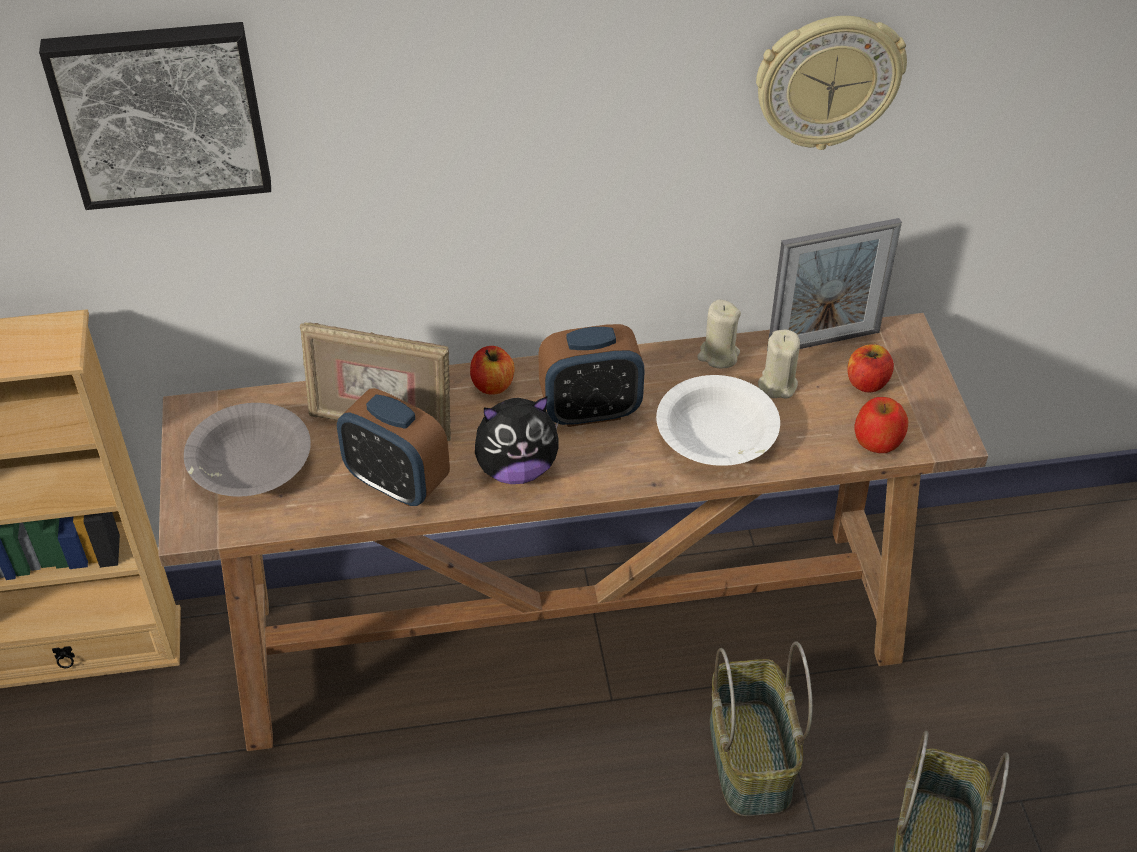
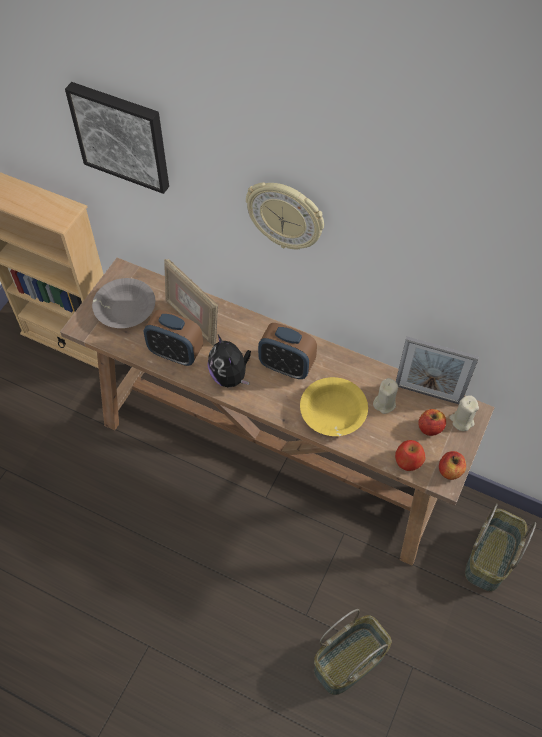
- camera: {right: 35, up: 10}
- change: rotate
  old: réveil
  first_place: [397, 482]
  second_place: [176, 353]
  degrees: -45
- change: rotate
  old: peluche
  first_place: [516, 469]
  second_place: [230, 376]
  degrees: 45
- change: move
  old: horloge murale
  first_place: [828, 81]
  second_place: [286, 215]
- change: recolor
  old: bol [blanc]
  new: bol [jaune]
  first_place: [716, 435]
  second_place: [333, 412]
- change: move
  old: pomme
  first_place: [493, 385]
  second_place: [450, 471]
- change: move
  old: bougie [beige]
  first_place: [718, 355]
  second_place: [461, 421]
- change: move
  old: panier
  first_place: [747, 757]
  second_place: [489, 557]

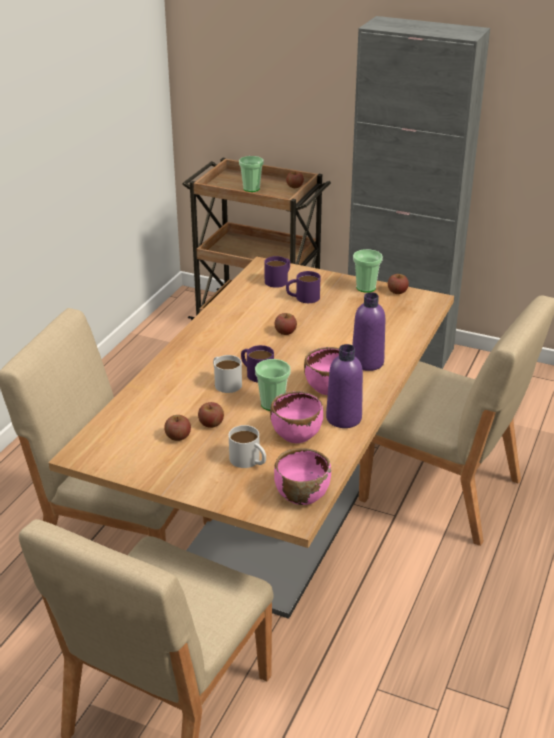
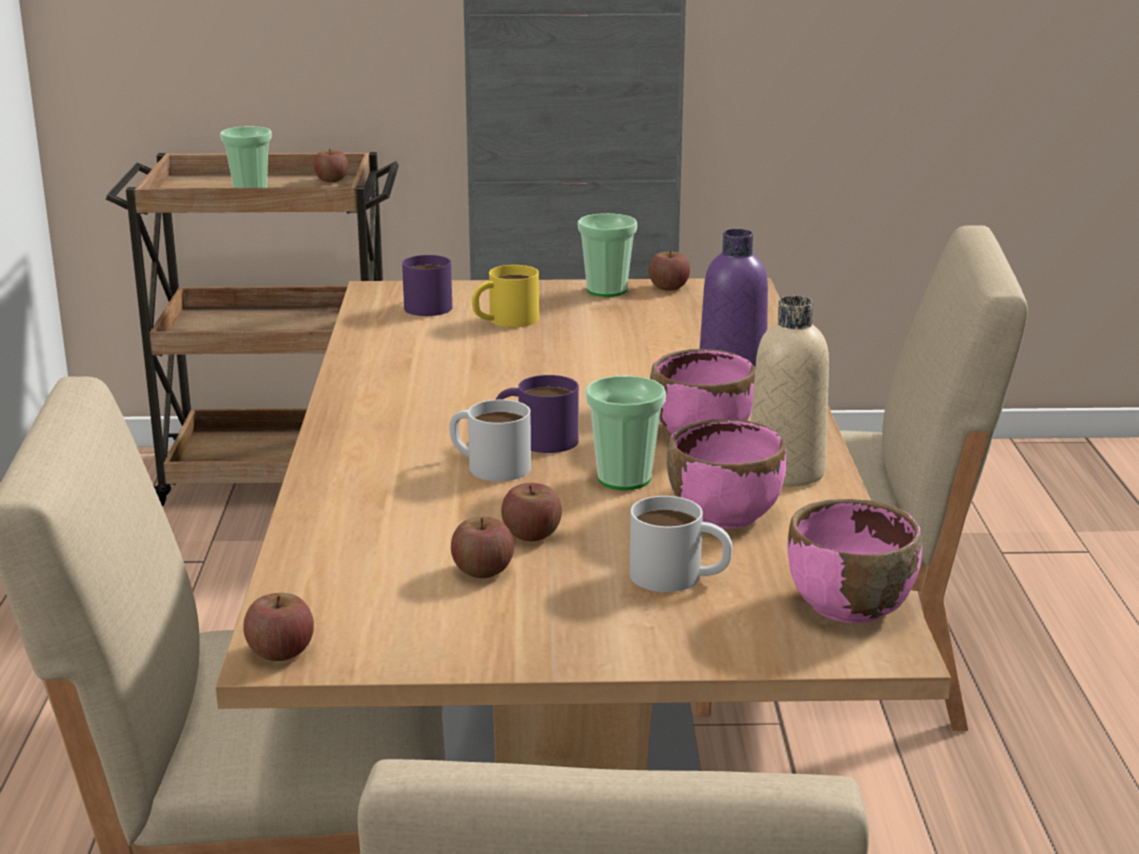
- camera: {right: -25, up: -10}
- change: move
  old: pomme
  first_place: [285, 332]
  second_place: [280, 652]
- change: recolor
  old: mug [violet]
  new: mug [jaune]
  first_place: [302, 297]
  second_place: [504, 320]
- change: recolor
  old: bouteille [violet]
  new: bouteille [beige]
  first_place: [343, 418]
  second_place: [786, 472]

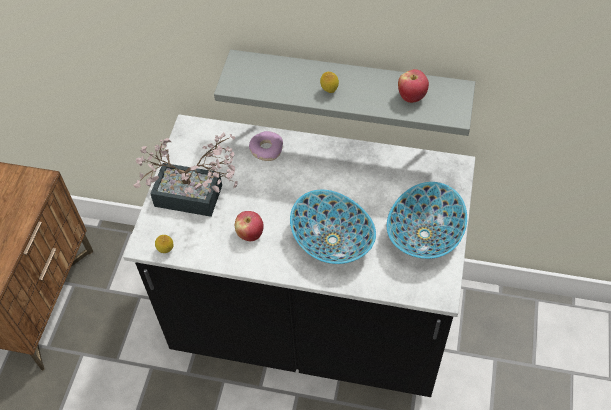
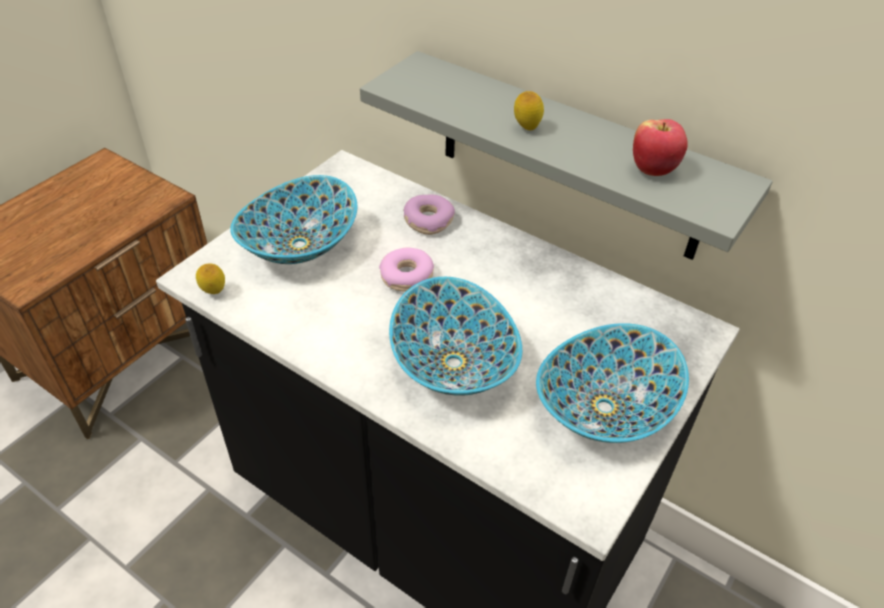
- camera: {right: 20, up: -10}
- change: replace
  old: plante en pot
  new: bol
  first_place: [196, 198]
  second_place: [298, 245]
- change: insert
  new: beignet
  second_place: [407, 277]
- change: delete
  old: pomme
  first_place: [250, 234]

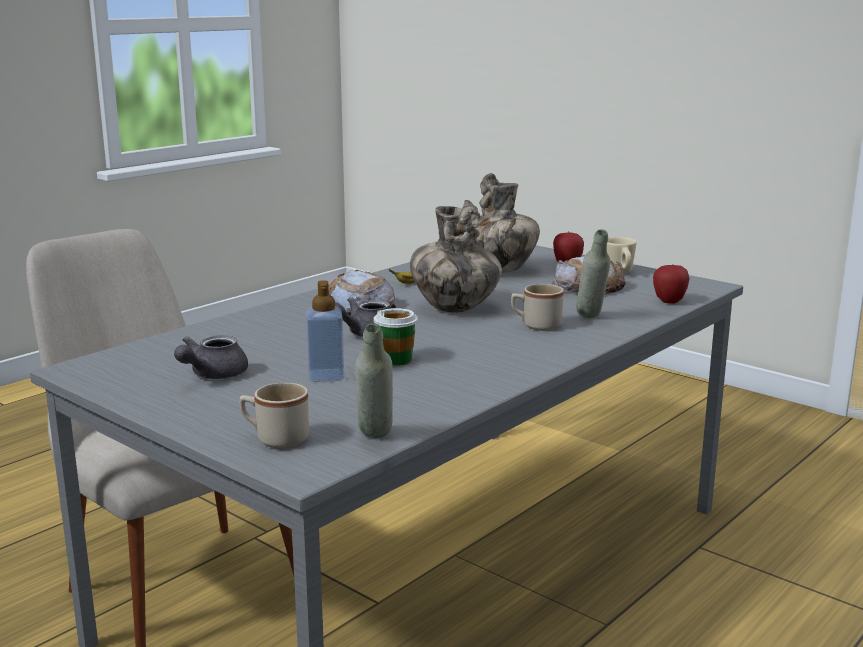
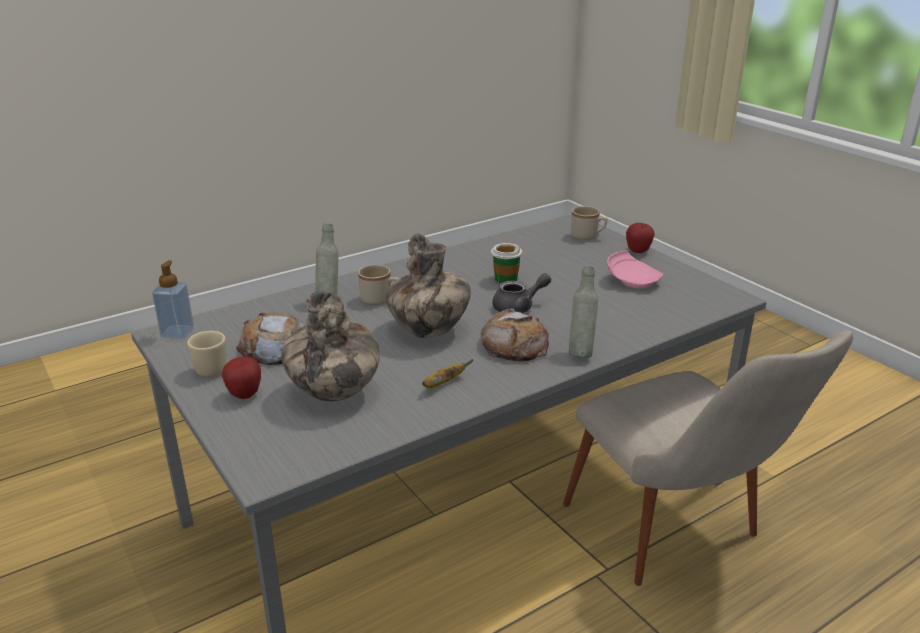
- camera: {right: -165, up: 10}
- change: move
  old: distributeur de savon
  first_place: [326, 376]
  second_place: [177, 332]
- change: move
  old: bouteille [gris]
  first_place: [375, 440]
  second_place: [580, 352]
- change: replace
  old: théière [gris]
  new: assiette [rose]
  first_place: [212, 375]
  second_place: [632, 280]
- change: move
  old: pomme
  first_place: [669, 301]
  second_place: [638, 251]

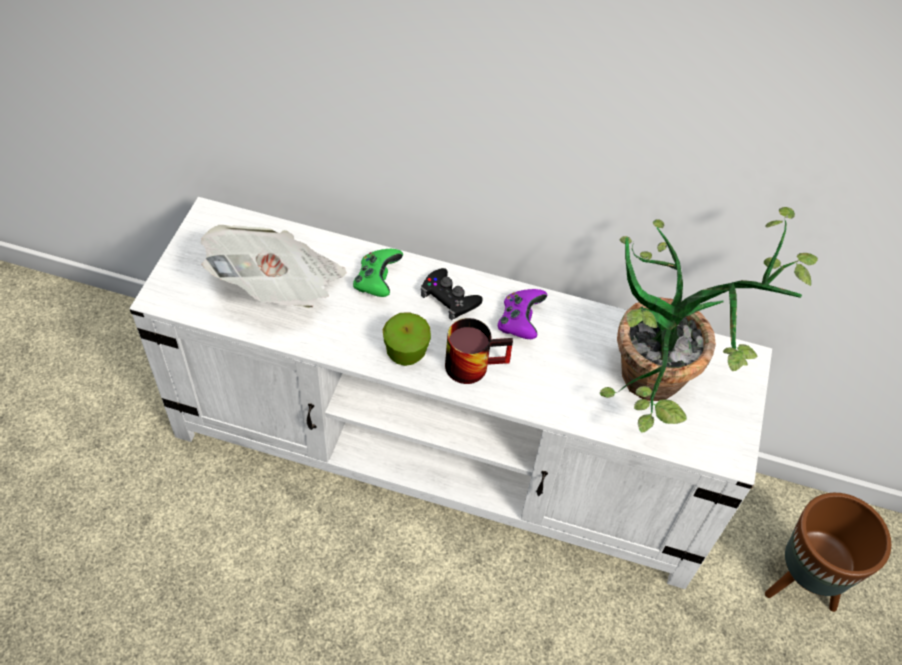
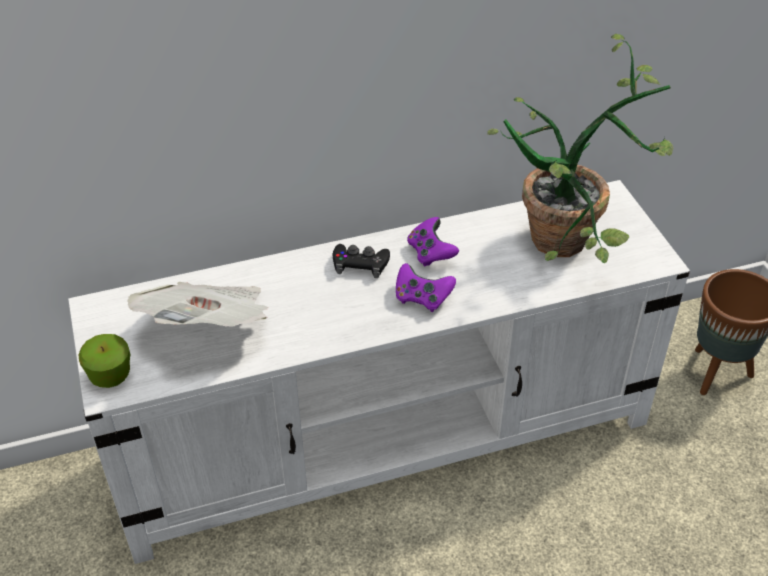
- camera: {right: -30, up: -10}
- change: move
  old: pomme
  first_place: [406, 351]
  second_place: [110, 375]
- change: replace
  old: mug
  new: manette [violet]
  first_place: [473, 362]
  second_place: [422, 298]
- change: delete
  old: manette [vert]
  first_place: [377, 281]

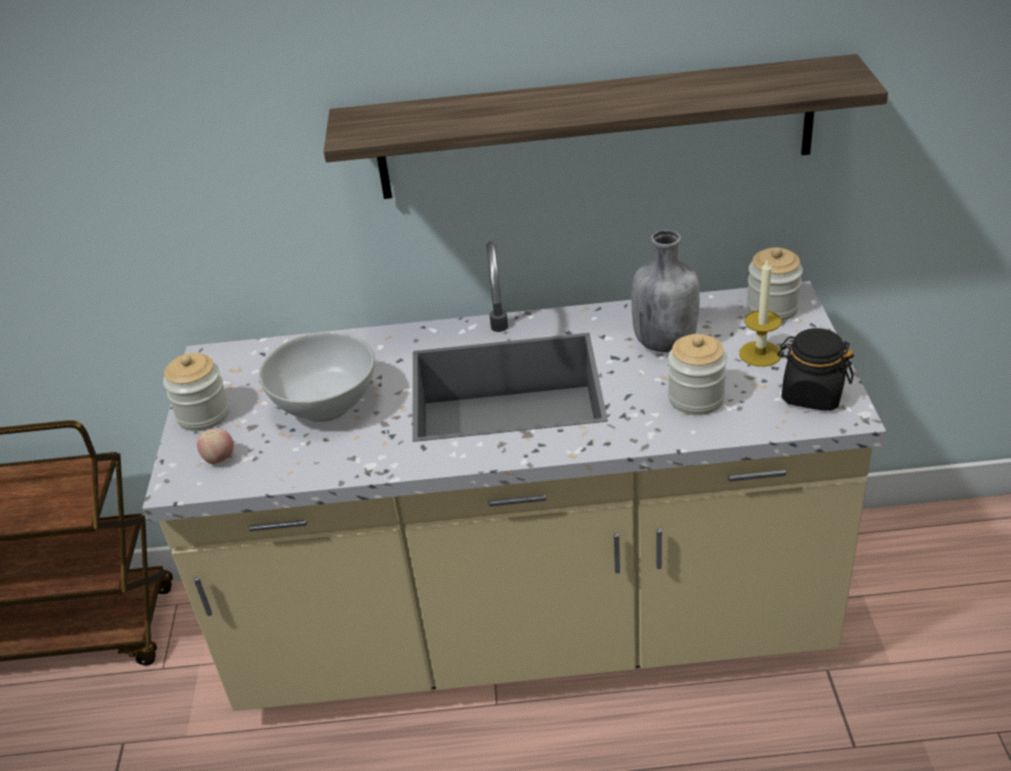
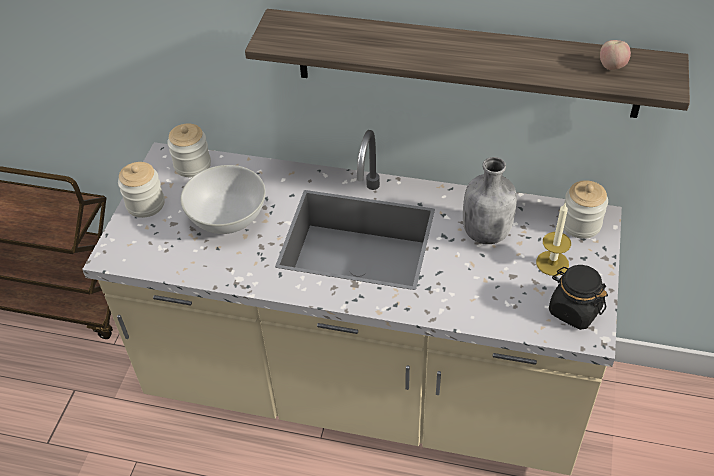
- camera: {right: 15, up: 10}
- change: move
  old: bocal
  first_place: [696, 398]
  second_place: [192, 165]
- change: move
  old: pomme
  first_place: [219, 459]
  second_place: [612, 67]

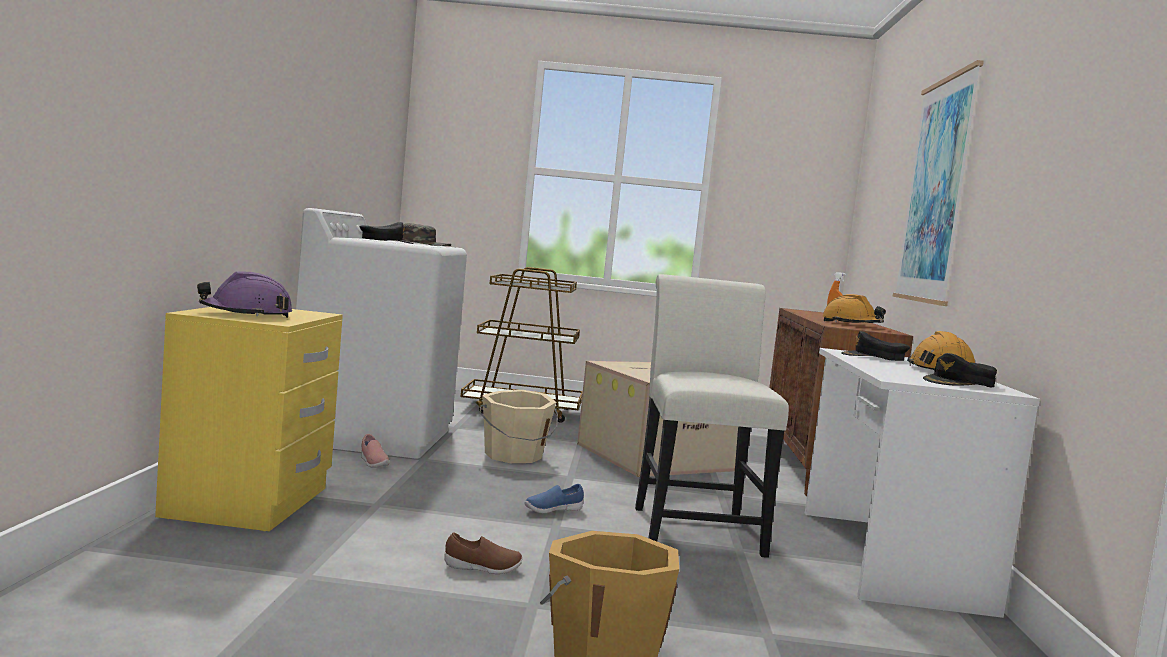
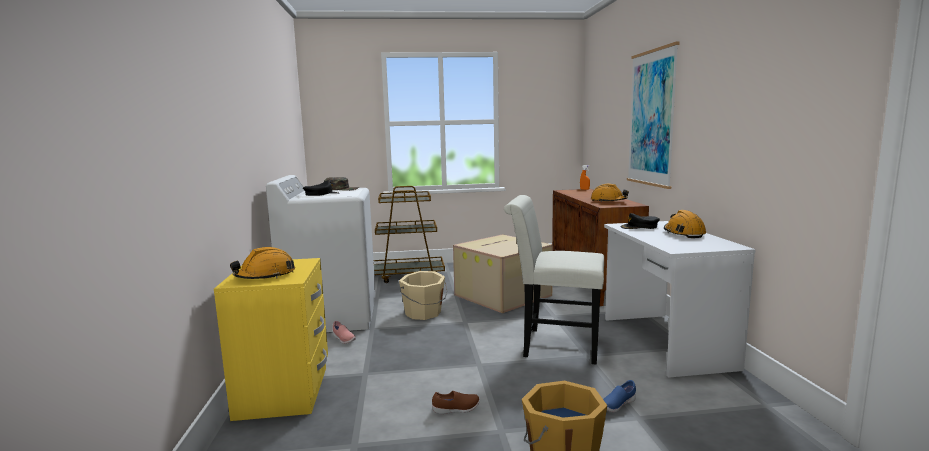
- camera: {right: -10, up: 5}
- change: recolor
  old: casque de chantier [violet]
  new: casque de chantier [orange]
  first_place: [246, 314]
  second_place: [265, 276]
- change: rotate
  old: chaise [blanc]
  first_place: [694, 527]
  second_place: [554, 345]
  degrees: -60
- change: move
  old: chaussure [bleu]
  first_place: [552, 511]
  second_place: [617, 405]
- change: delete
  old: casquette [noir]
  first_place: [959, 383]

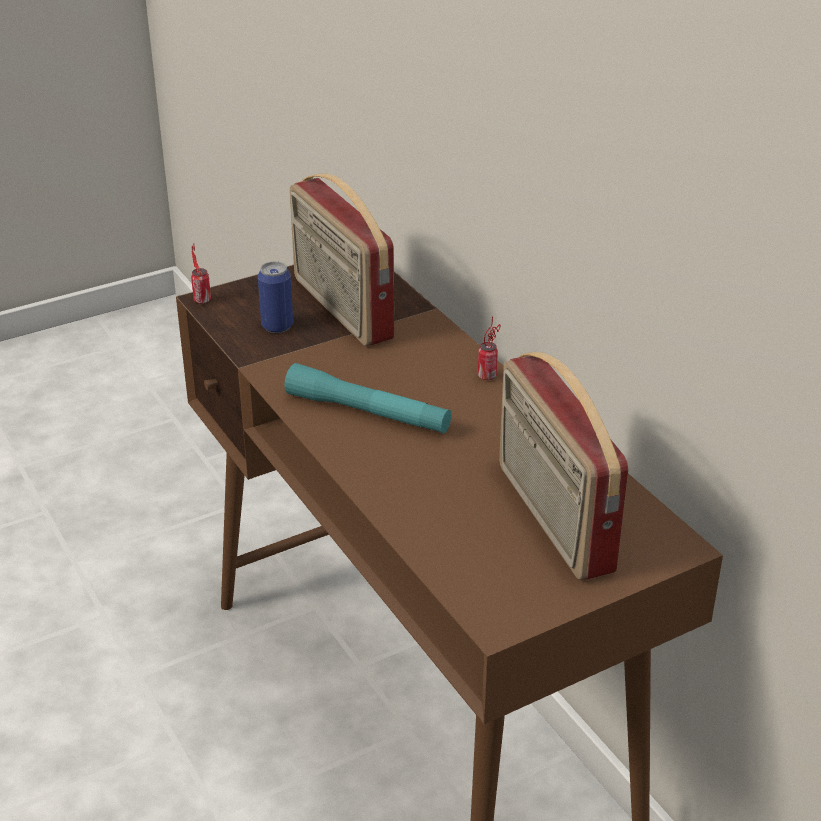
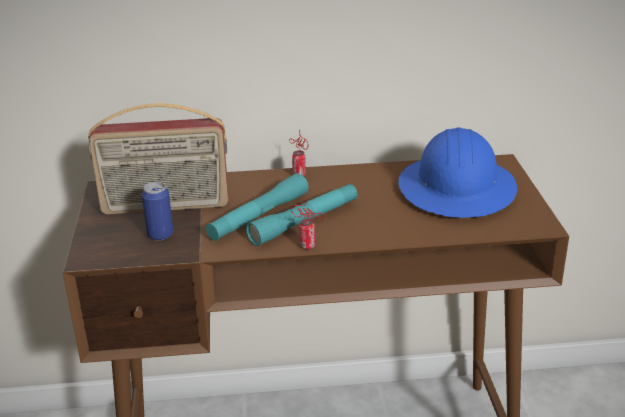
- camera: {right: -65, up: -5}
- change: insert
  new: lampe de poche [turquoise]
  second_place: [258, 217]
- change: move
  old: boîte métallique
  first_place: [202, 301]
  second_place: [309, 246]
- change: replace
  old: radio
  new: casque de chantier [bleu]
  first_place: [551, 518]
  second_place: [457, 189]

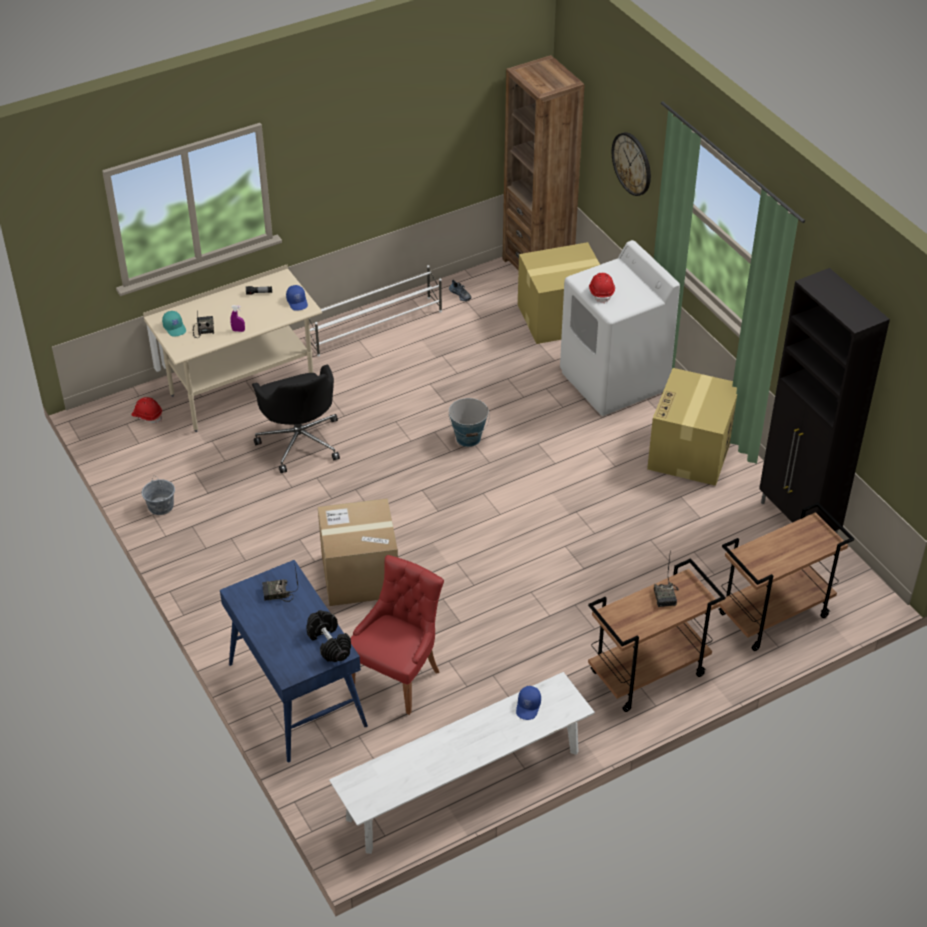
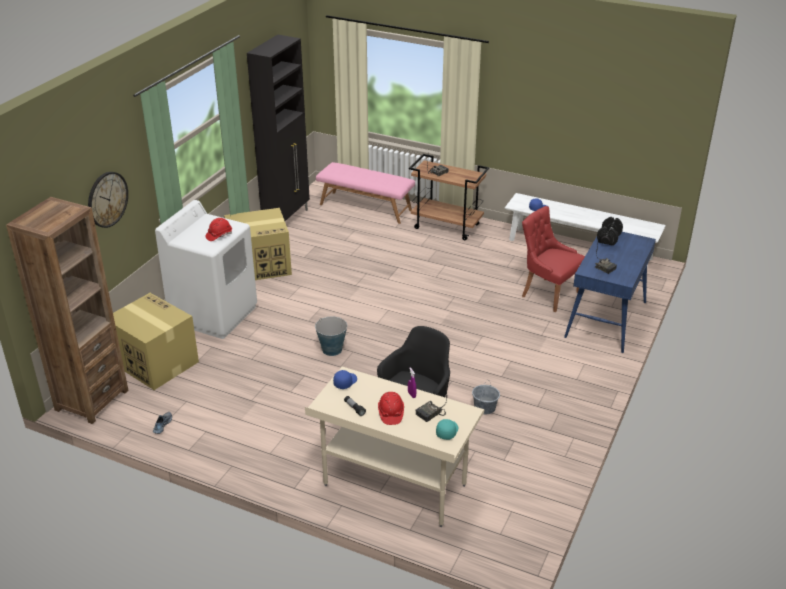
- camera: {right: -125, up: -10}
- change: replace
  old: chariot [marron]
  new: banc [rose]
  first_place: [773, 616]
  second_place: [366, 207]
- change: move
  old: casque de chantier [rouge]
  first_place: [147, 416]
  second_place: [390, 413]
- change: move
  old: seau [gris]
  first_place: [161, 506]
  second_place: [484, 408]
- change: rotate
  old: chaise [rouge]
  first_place: [398, 676]
  second_place: [548, 293]
  degrees: 45
- change: delete
  old: étagère à chaussures [blanc]
  first_place: [375, 326]
- change: delete
  old: carton
  first_place: [360, 575]

